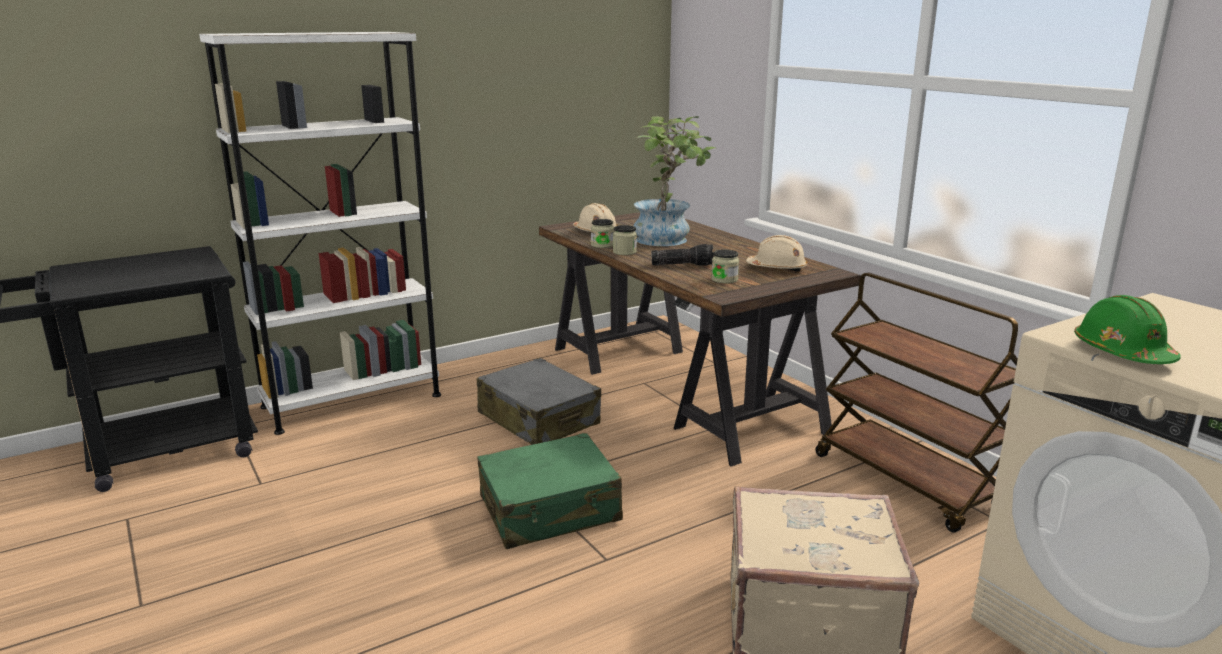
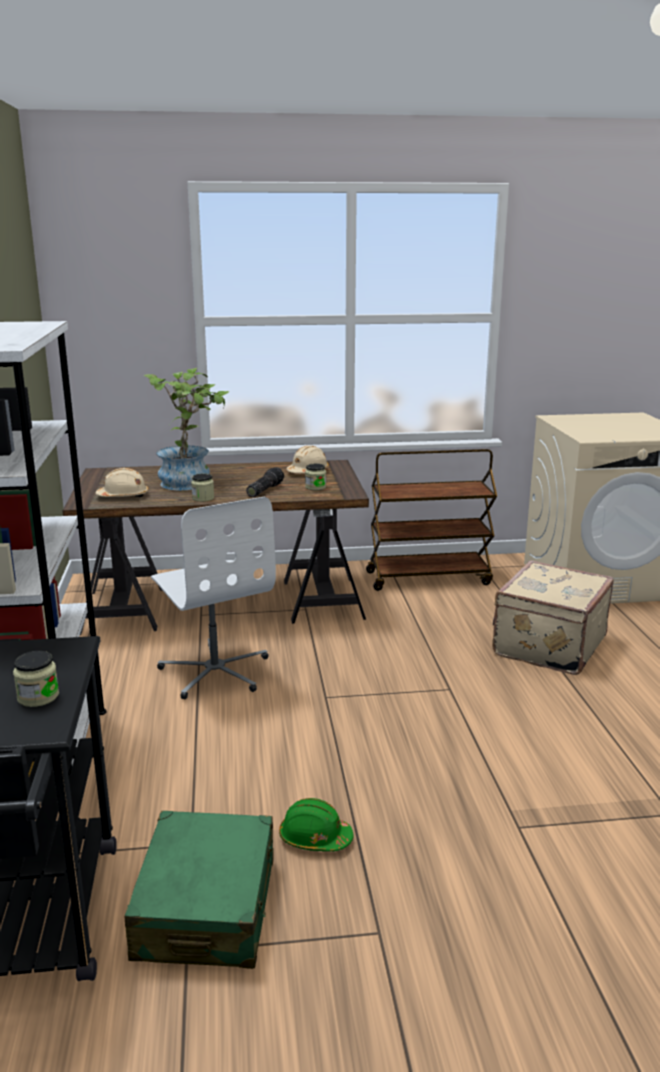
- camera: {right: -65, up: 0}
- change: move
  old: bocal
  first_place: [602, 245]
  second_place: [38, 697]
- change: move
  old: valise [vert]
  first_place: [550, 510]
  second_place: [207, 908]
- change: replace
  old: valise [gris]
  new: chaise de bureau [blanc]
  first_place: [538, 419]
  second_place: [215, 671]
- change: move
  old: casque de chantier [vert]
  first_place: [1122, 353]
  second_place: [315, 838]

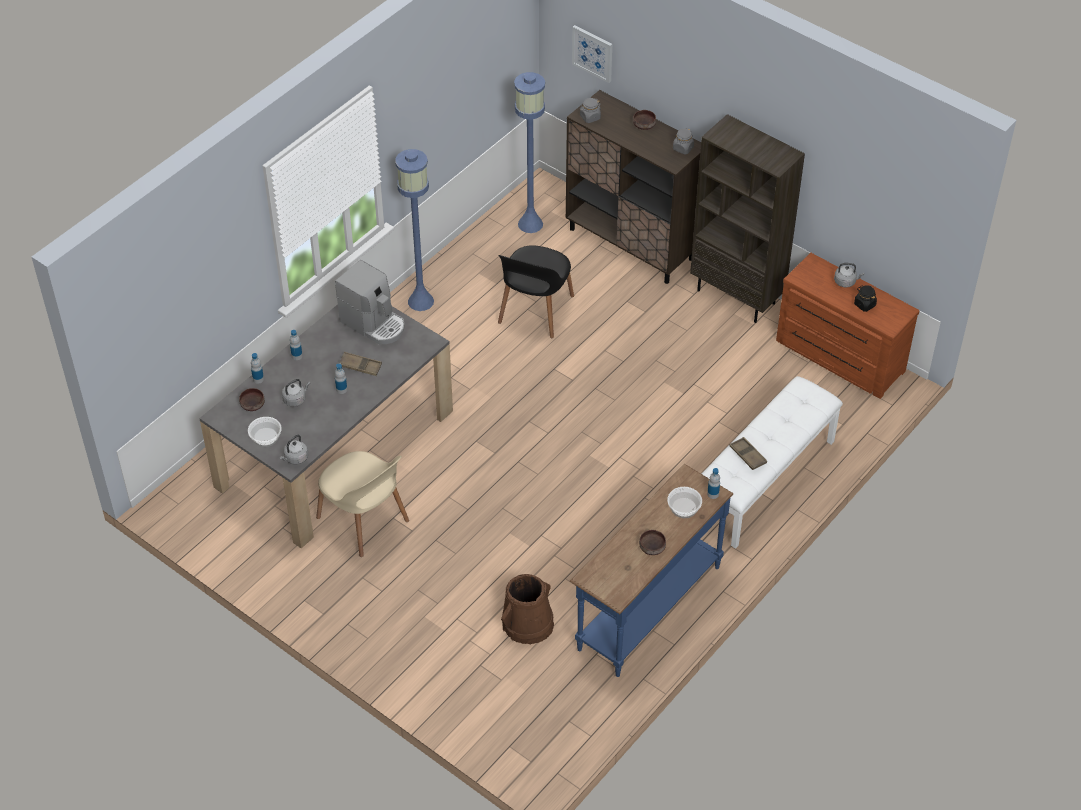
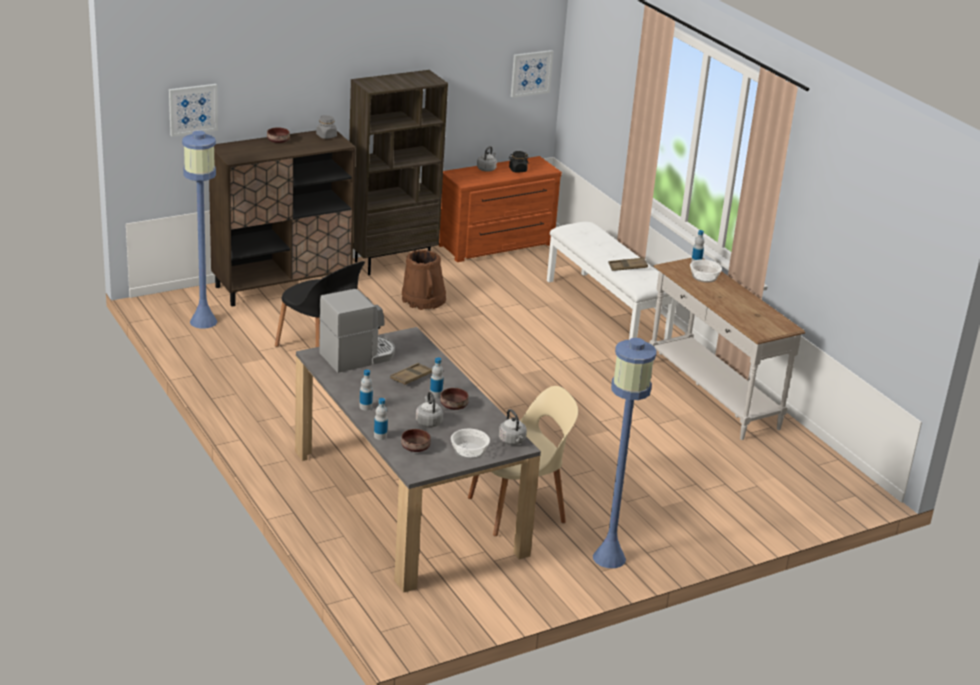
- camera: {right: -70, up: -20}
- change: move
  old: seau [marron]
  first_place: [527, 623]
  second_place: [423, 300]
- change: move
  old: bol [marron]
  first_place: [651, 547]
  second_place: [454, 406]
- change: insert
  new: tableau
  second_place: [531, 73]
- change: move
  old: lampadaire [bleu]
  first_place: [421, 301]
  second_place: [609, 557]
- change: recolor
  old: table console [bleu]
  new: table console [blanc]
  first_place: [647, 607]
  second_place: [711, 395]
- change: delete
  old: bocal [gris]
  first_place: [590, 117]

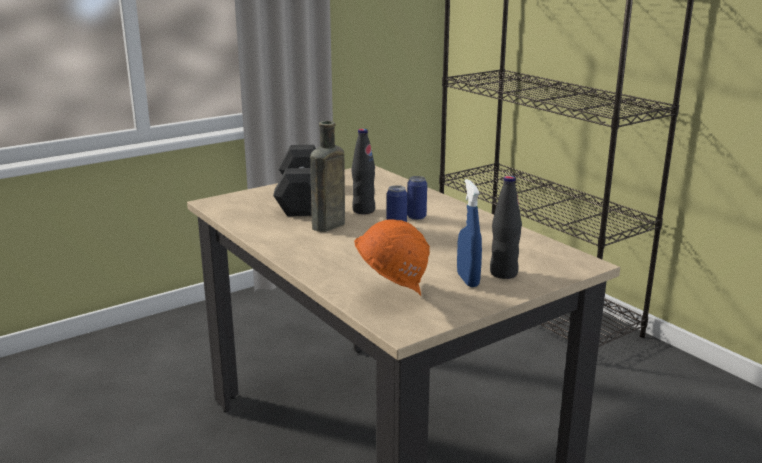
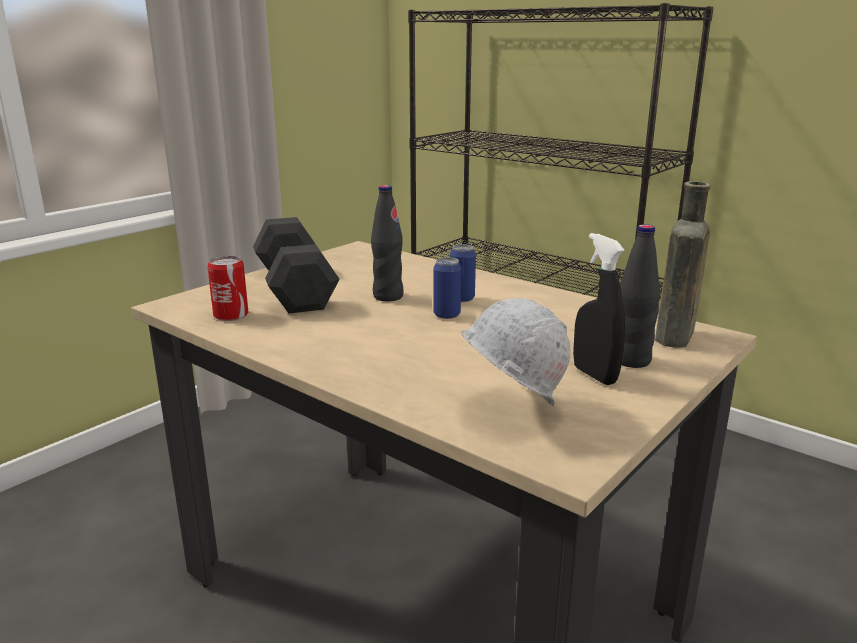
- camera: {right: -15, up: 0}
- change: insert
  new: boîte métallique
  second_place: [231, 315]
- change: recolor
  old: casque de chantier [orange]
  new: casque de chantier [blanc]
  first_place: [391, 294]
  second_place: [509, 410]
- change: recolor
  old: vaporisateur [bleu]
  new: vaporisateur [noir]
  first_place: [467, 280]
  second_place: [594, 375]
- change: move
  old: bouteille [marron]
  first_place: [326, 226]
  second_place: [674, 338]

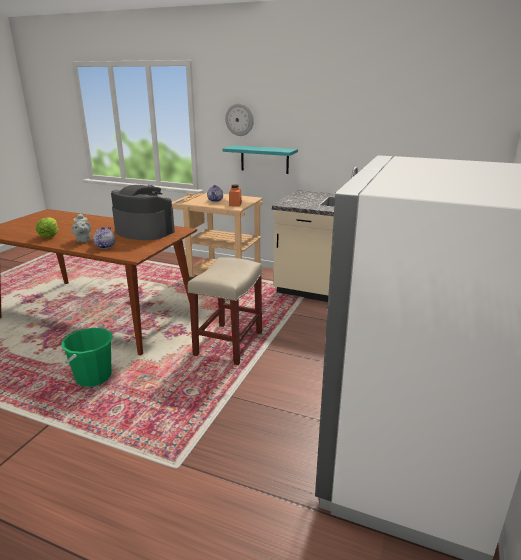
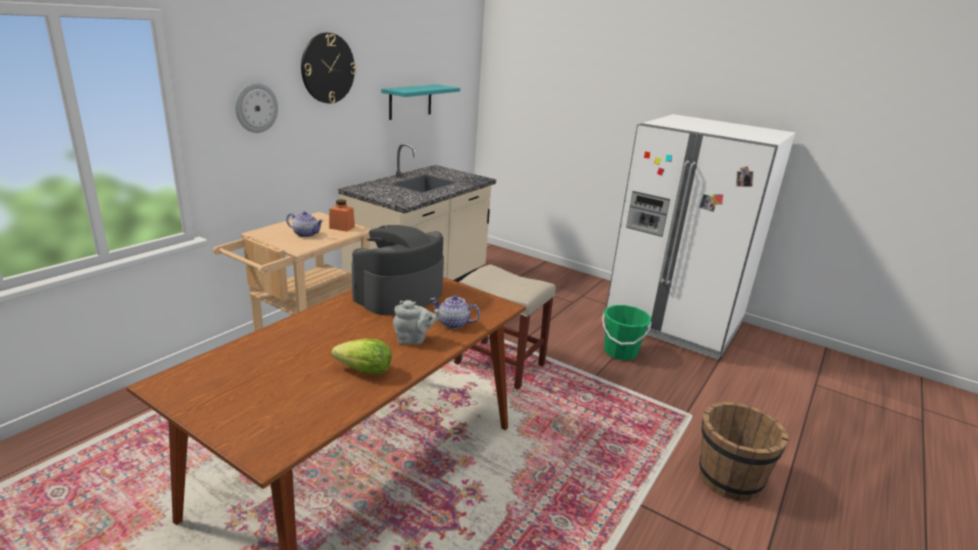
- camera: {right: -80, up: 0}
- change: insert
  new: horloge murale
  second_place: [328, 68]
- change: move
  old: étagère [turquoise]
  first_place: [264, 159]
  second_place: [410, 101]
- change: move
  old: seau [vert]
  first_place: [93, 377]
  second_place: [620, 352]
- change: insert
  new: seau [marron]
  second_place: [728, 479]

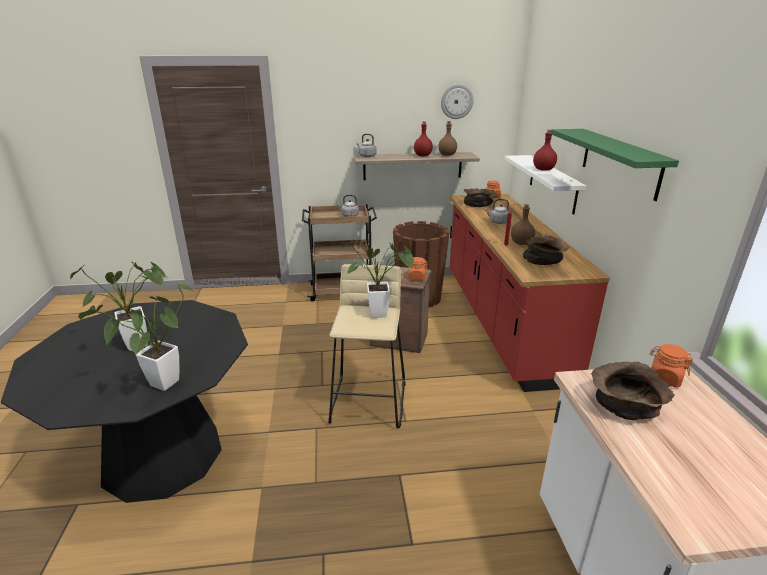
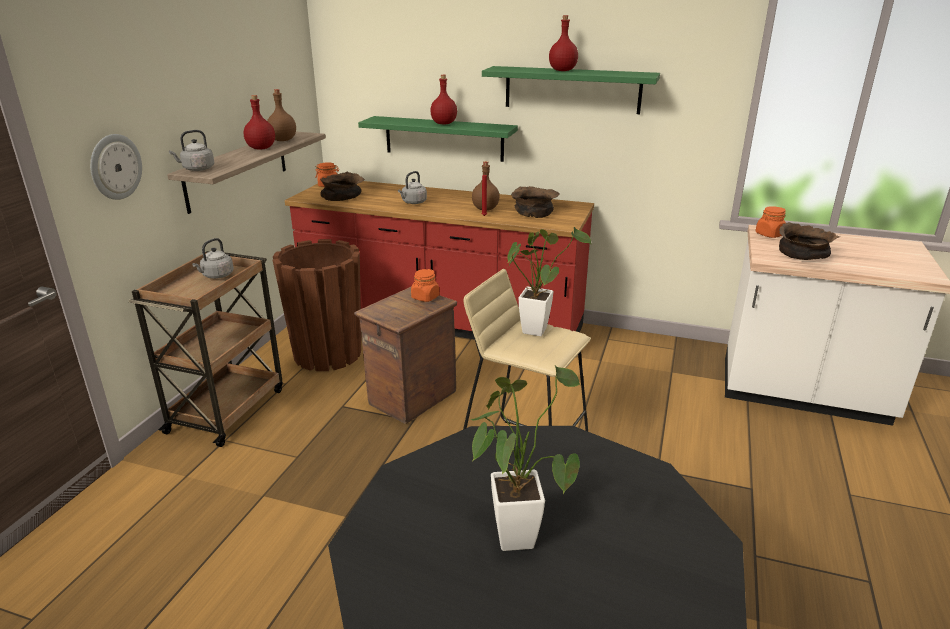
- camera: {right: -65, up: 0}
- change: move
  old: horloge murale
  first_place: [456, 101]
  second_place: [115, 167]
- change: recolor
  old: étagère [blanc]
  new: étagère [vert]
  first_place: [552, 183]
  second_place: [444, 138]
- change: insert
  new: bouteille [rouge]
  second_place: [562, 70]
- change: delete
  old: plante en pot
  first_place: [159, 387]

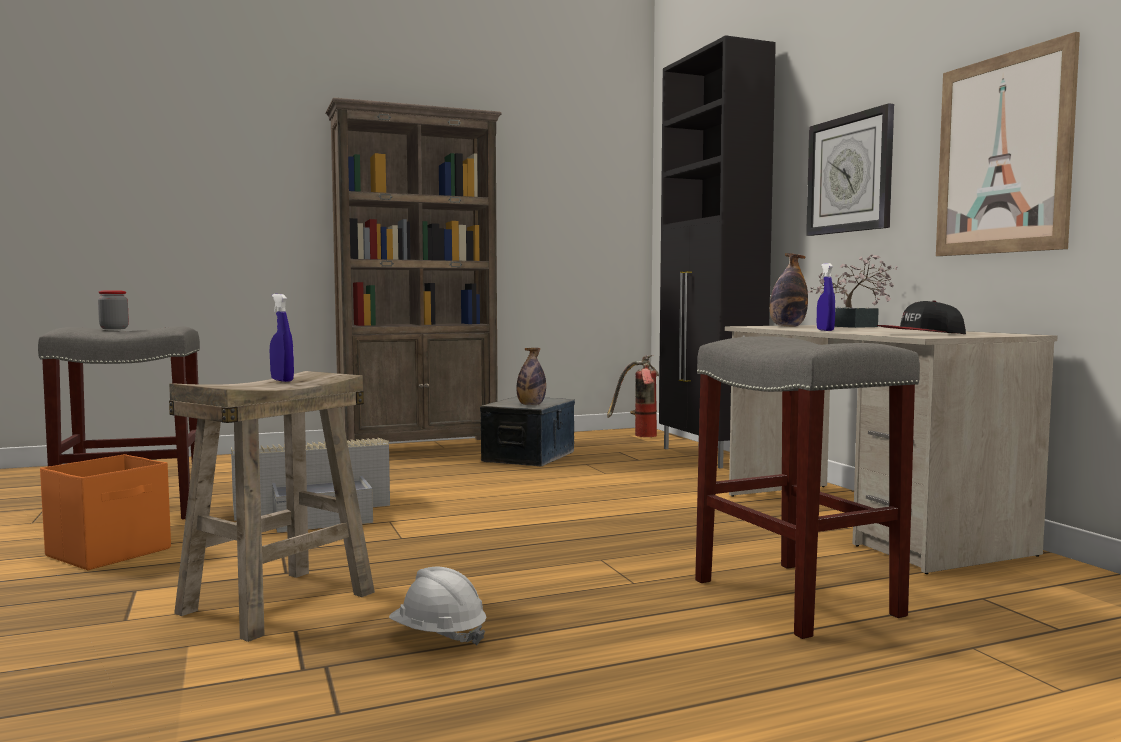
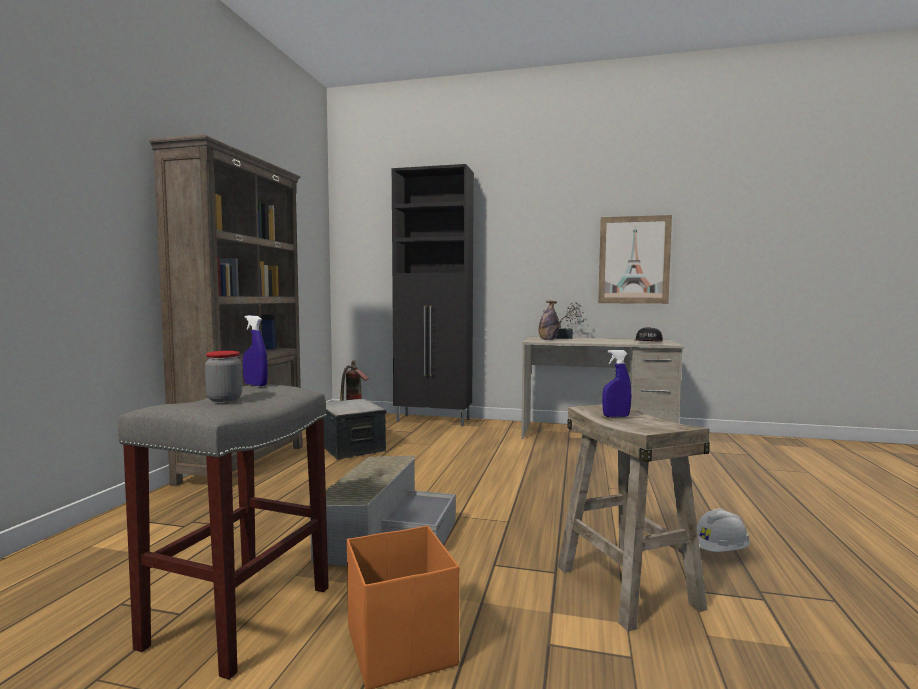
- camera: {right: -55, up: 0}
- change: move
  old: vaporisateur [bleu]
  first_place: [825, 330]
  second_place: [255, 385]
- change: delete
  old: bouteille
  first_place: [531, 405]
- change: delete
  old: tabouret [gris]
  first_place: [798, 598]
- change: delete
  old: horloge murale
  first_place: [850, 174]

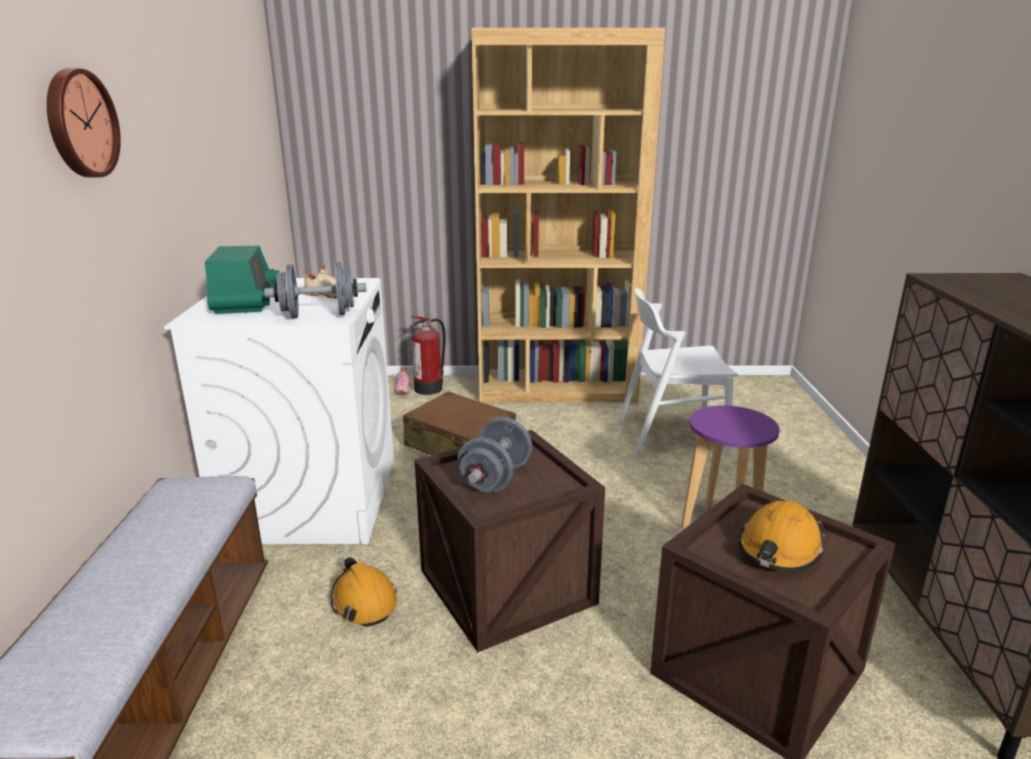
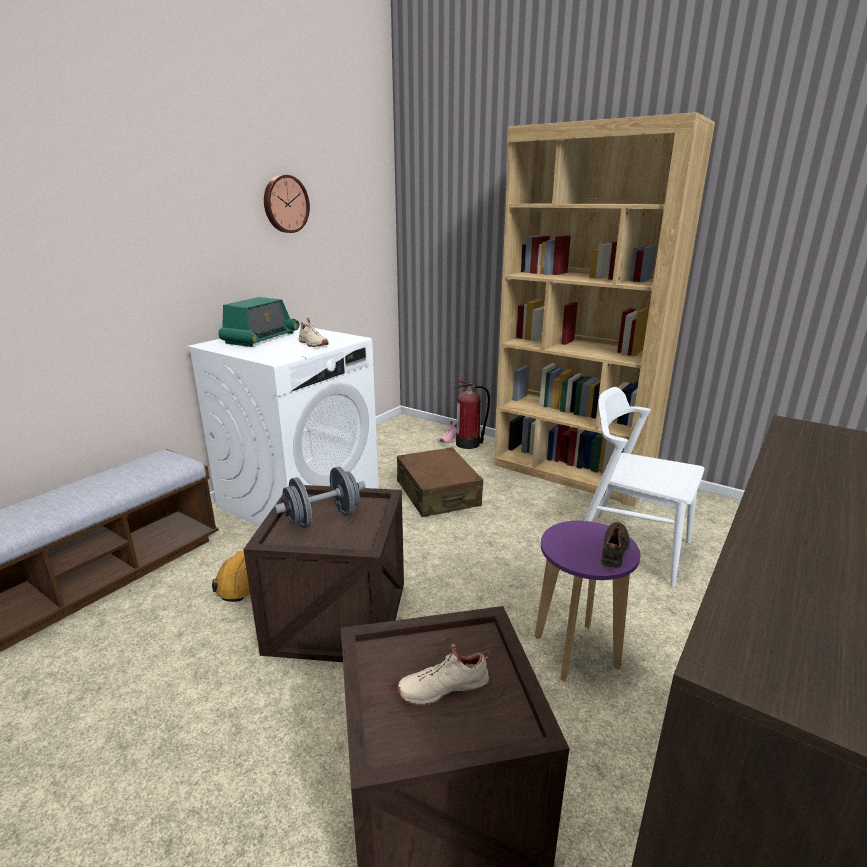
- camera: {right: 35, up: 0}
- change: move
  old: horloge murale
  first_place: [79, 124]
  second_place: [285, 204]
- change: replace
  old: casque de chantier [orange]
  new: chaussure [beige]
  first_place: [779, 550]
  second_place: [442, 687]
- change: insert
  new: chaussure [noir]
  second_place: [615, 550]
- change: delete
  old: haltère [gris]
  first_place: [319, 315]

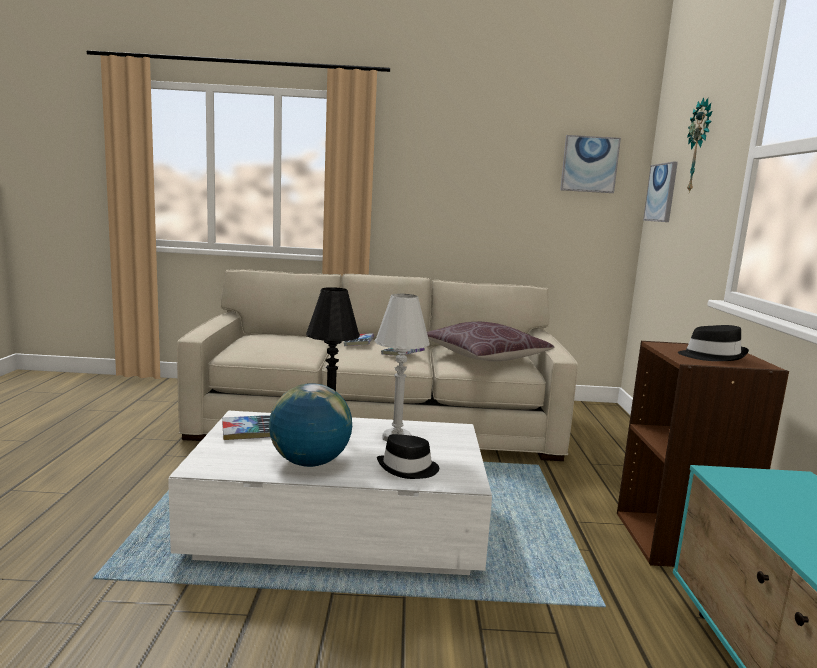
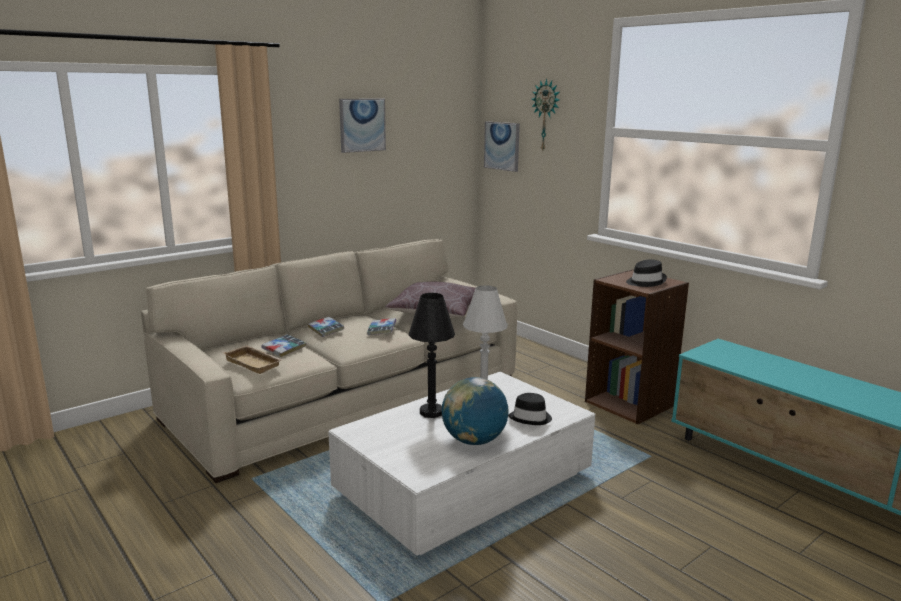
- camera: {right: -40, up: 5}
- change: insert
  new: plateau [beige]
  second_place: [255, 363]
- change: move
  old: livre
  first_place: [248, 432]
  second_place: [284, 349]
- change: move
  old: tableau
  first_place: [589, 164]
  second_place: [362, 125]

